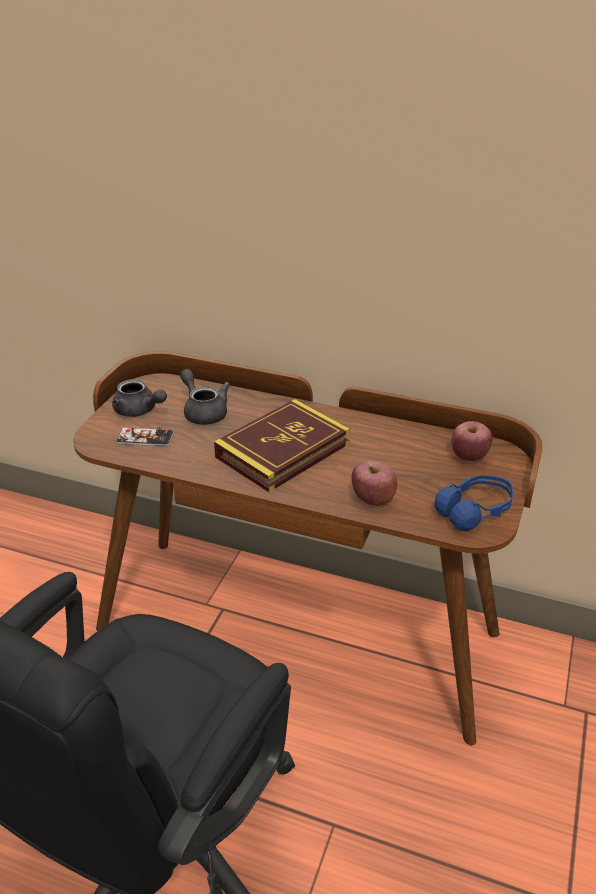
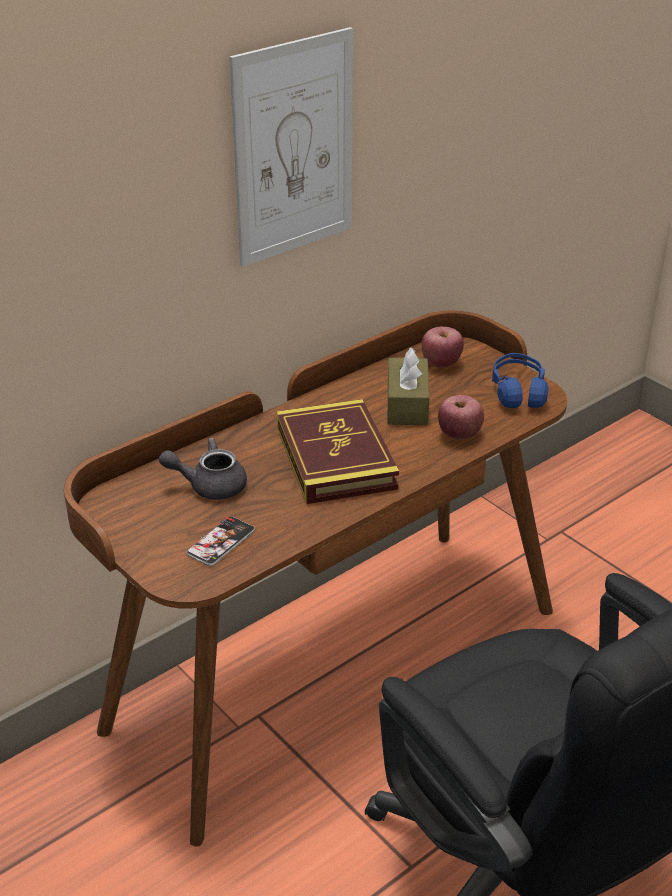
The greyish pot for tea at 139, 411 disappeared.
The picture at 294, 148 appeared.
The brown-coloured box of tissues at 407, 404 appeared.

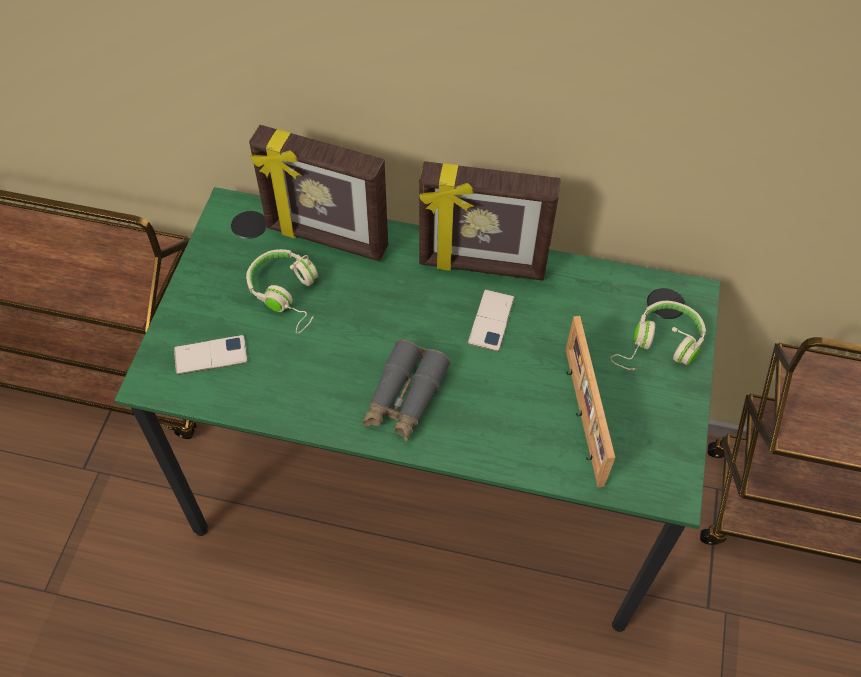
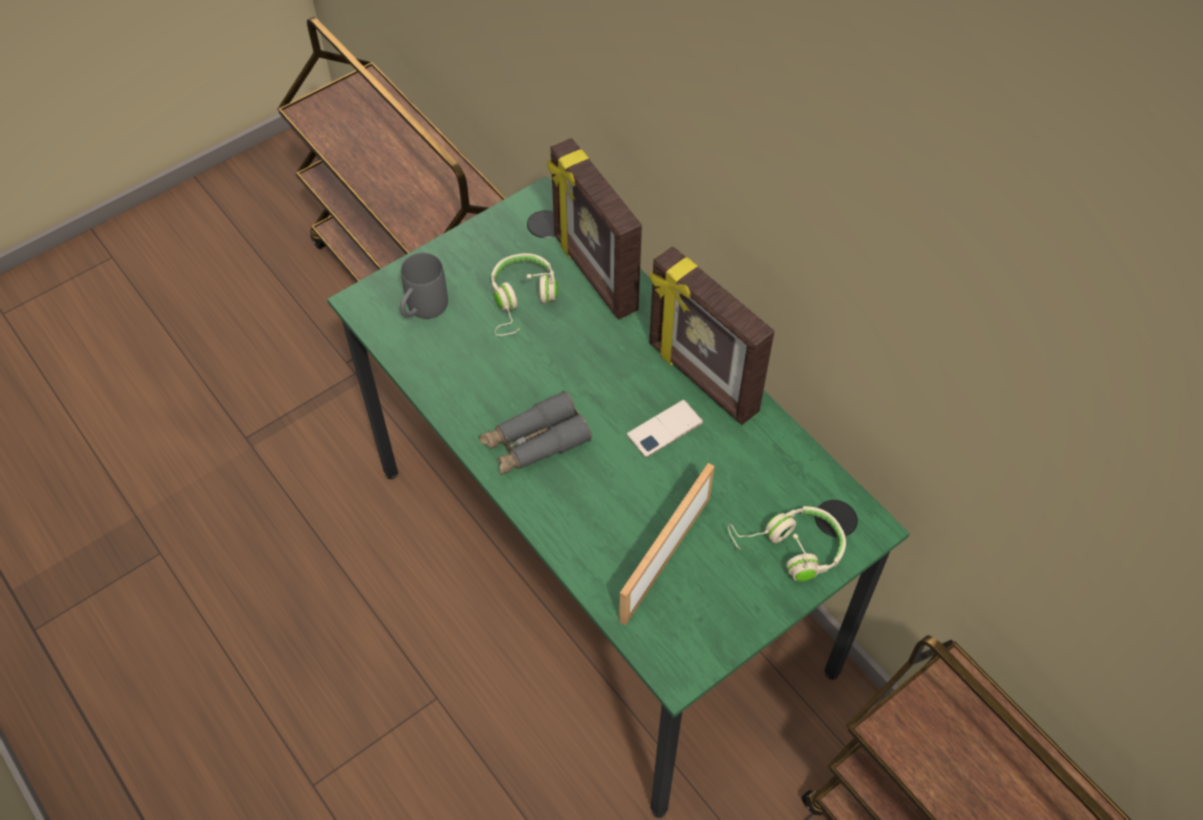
The handset at 211, 355 was replaced by the greyish tea mug at 422, 310.

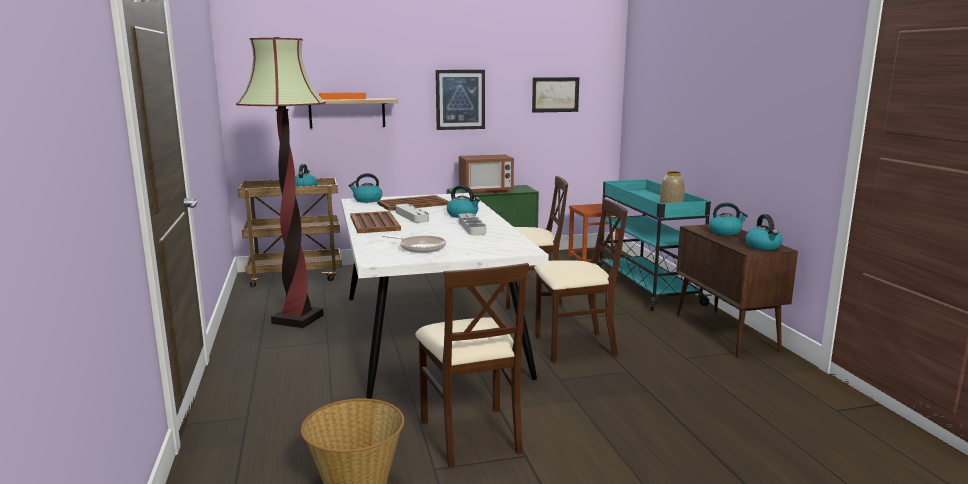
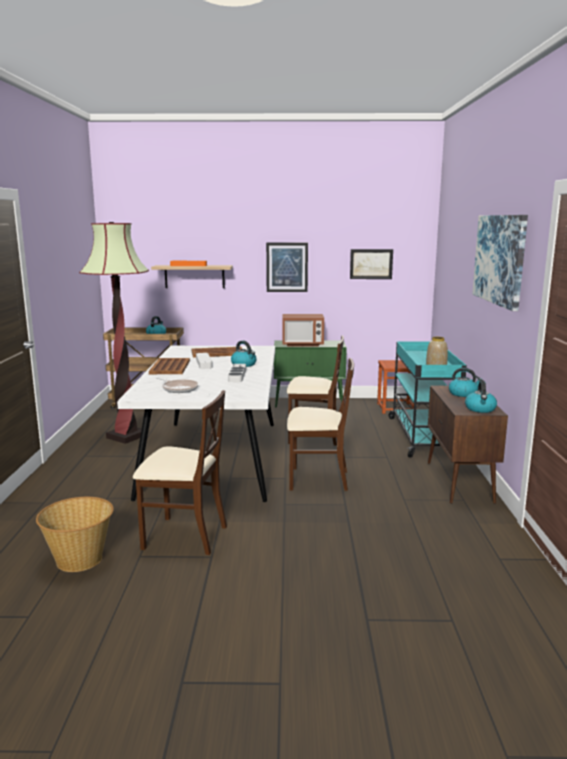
The water kettle at 367, 200 disappeared.
The beige-coloured chair at 471, 435 turned 75 degrees counterclockwise.
The picture at 500, 259 appeared.

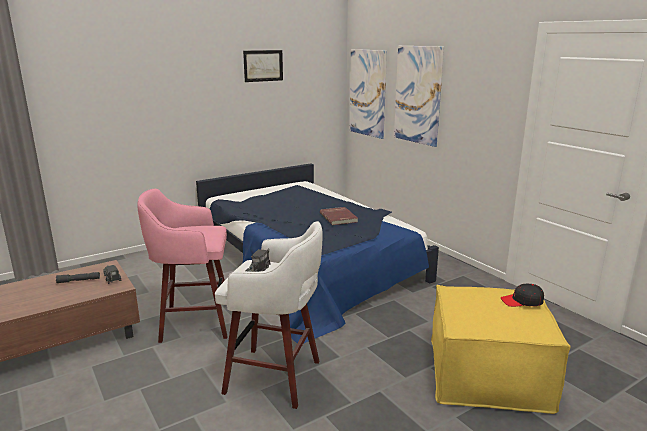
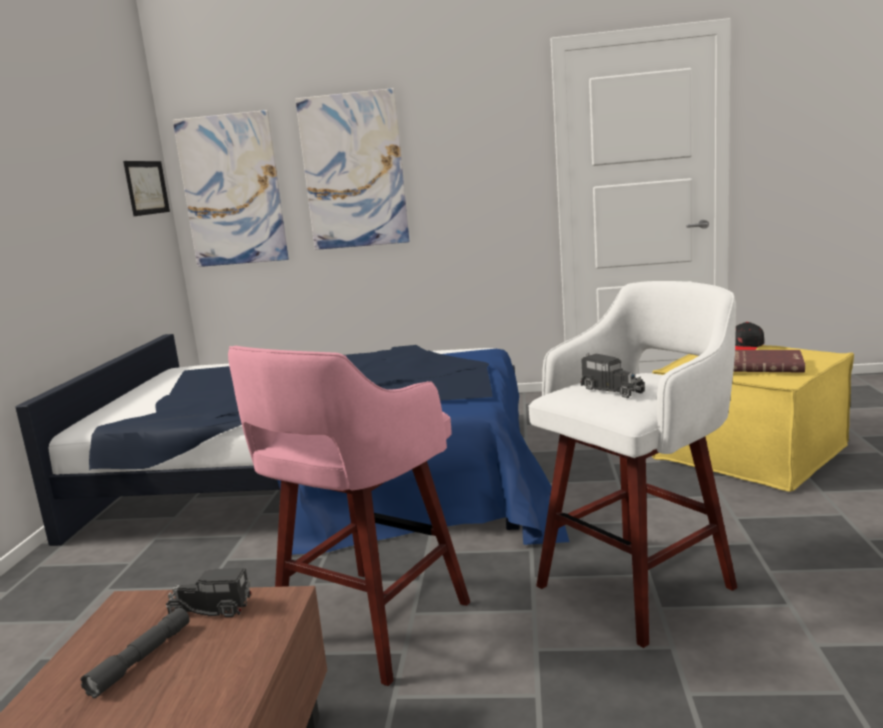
The picture moved from 263, 65 to 146, 187.
The red-coloured volume moved from 339, 217 to 762, 364.

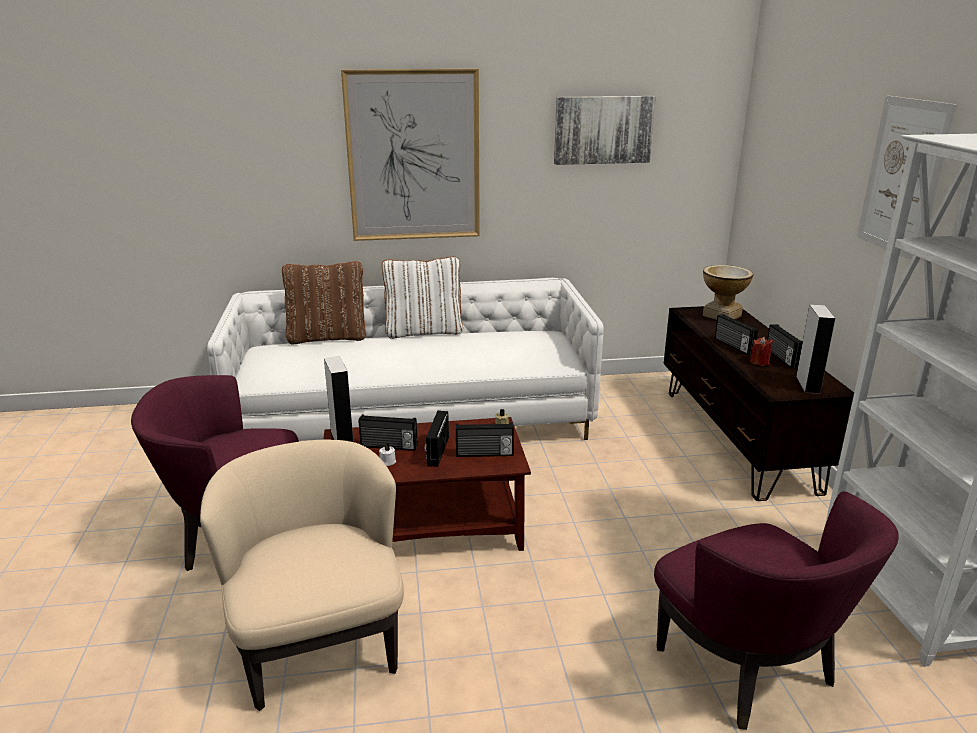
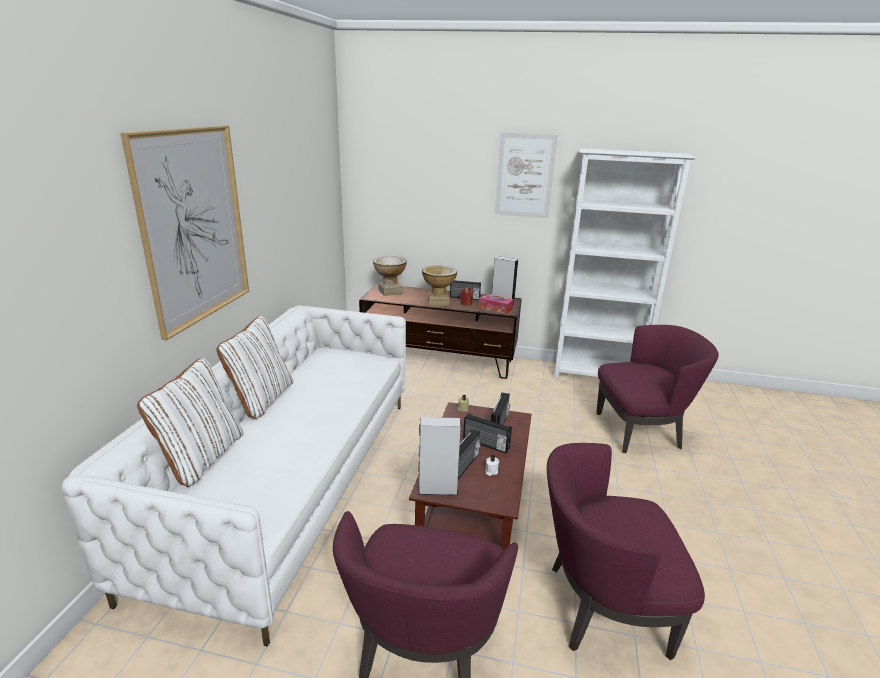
The beige-coloured easy chair at 319, 644 became the purple easy chair at 601, 607.
The brown-coloured pillow at 327, 337 became the white pillow at 201, 457.
The picture at 603, 130 disappeared.
The radio set at 733, 346 was replaced by the vase at 438, 302.
The box of tissues at 495, 308 appeared.

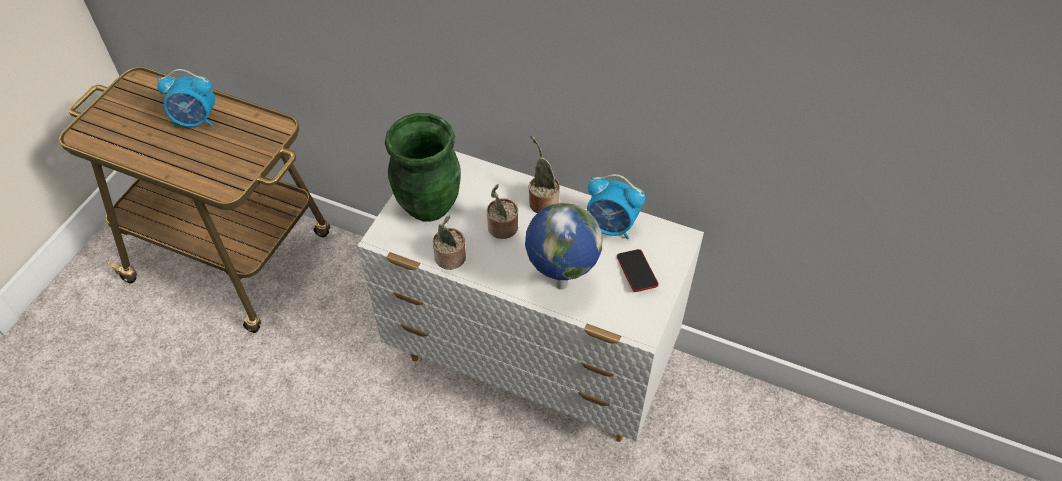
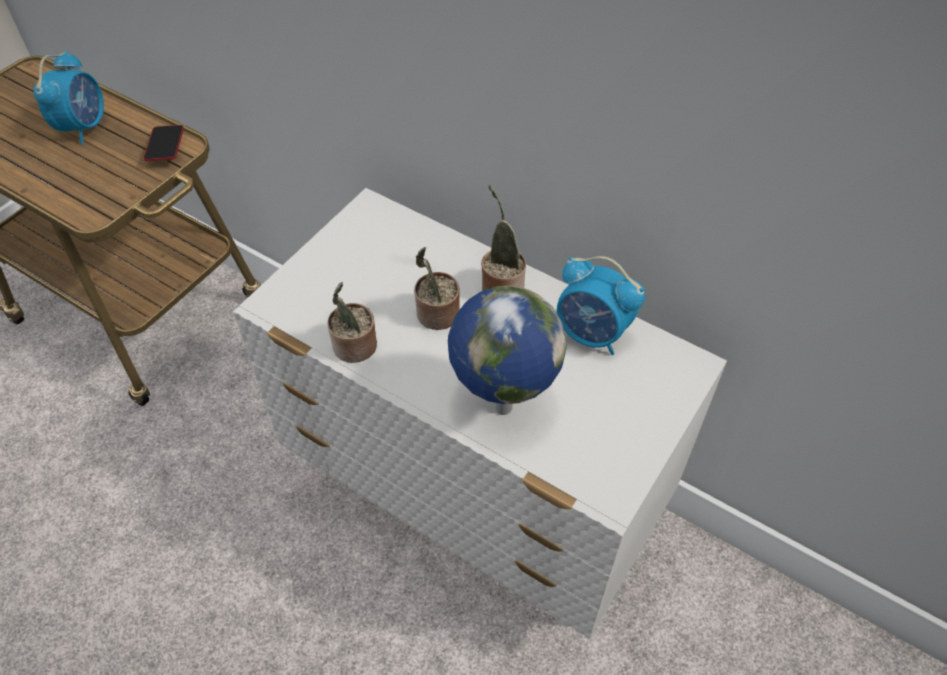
The bedside clock at 196, 121 turned 90 degrees counterclockwise.
The green vase at 429, 205 disappeared.
The handset moved from 636, 273 to 165, 147.

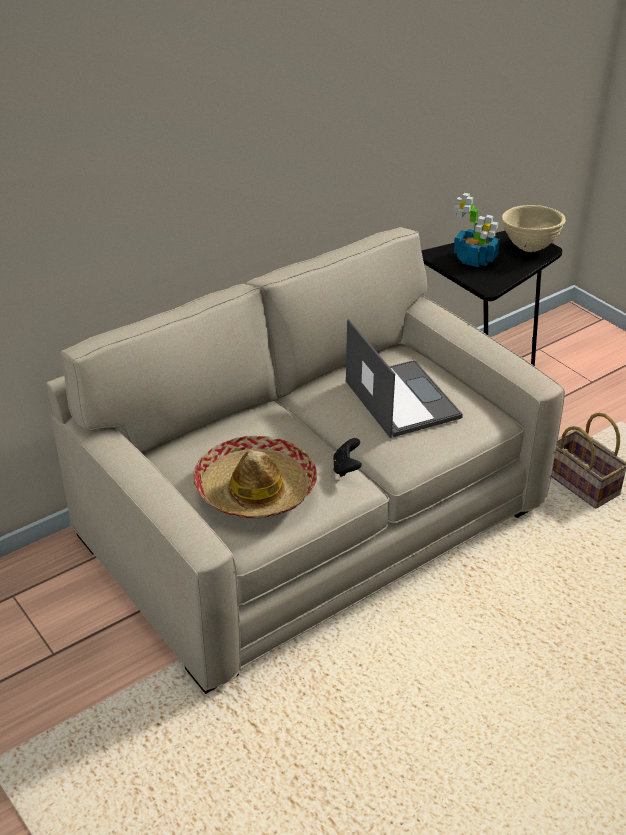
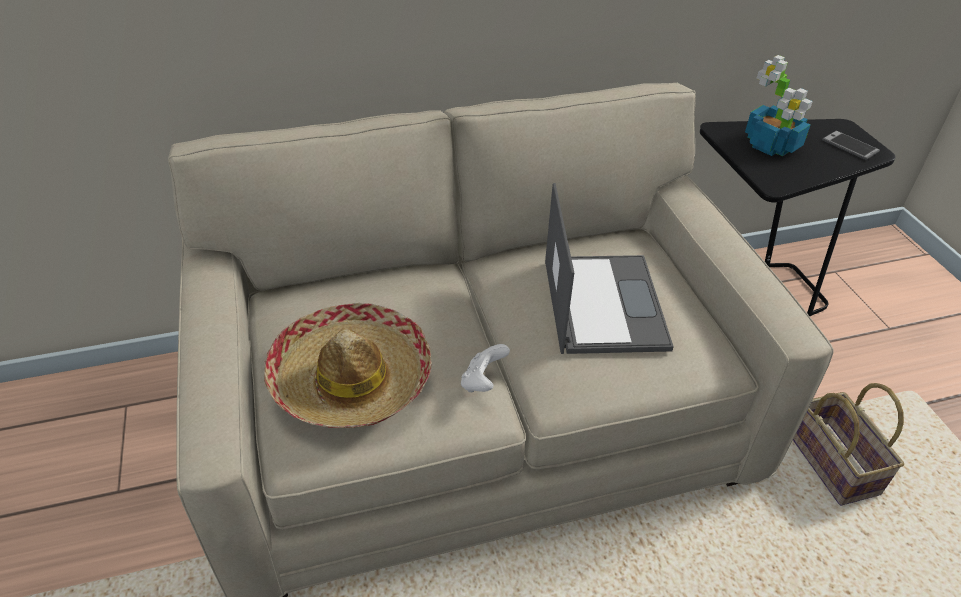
The blackish gamepad at 346, 468 became the white gamepad at 483, 382.
The beige-coloured serving bowl at 529, 248 was replaced by the handset at 850, 146.

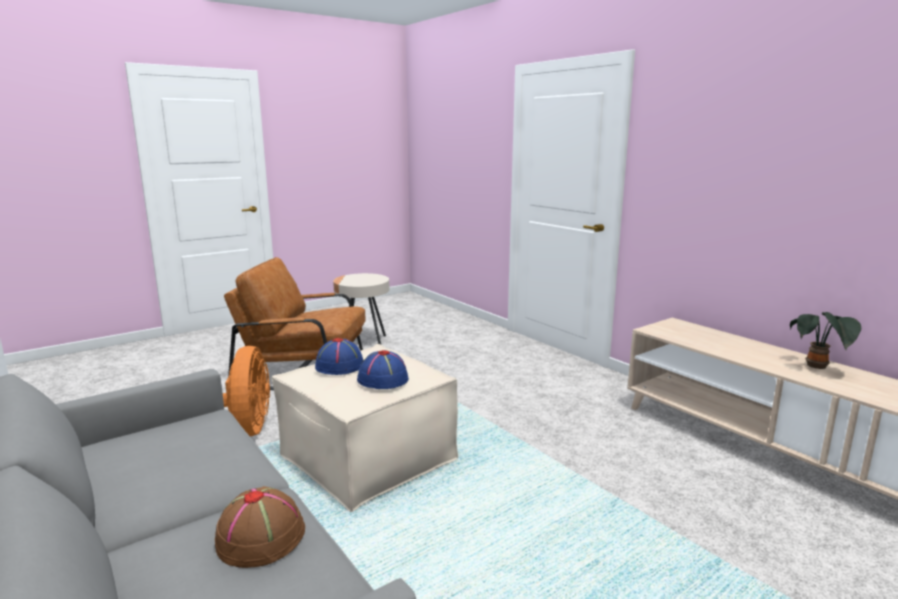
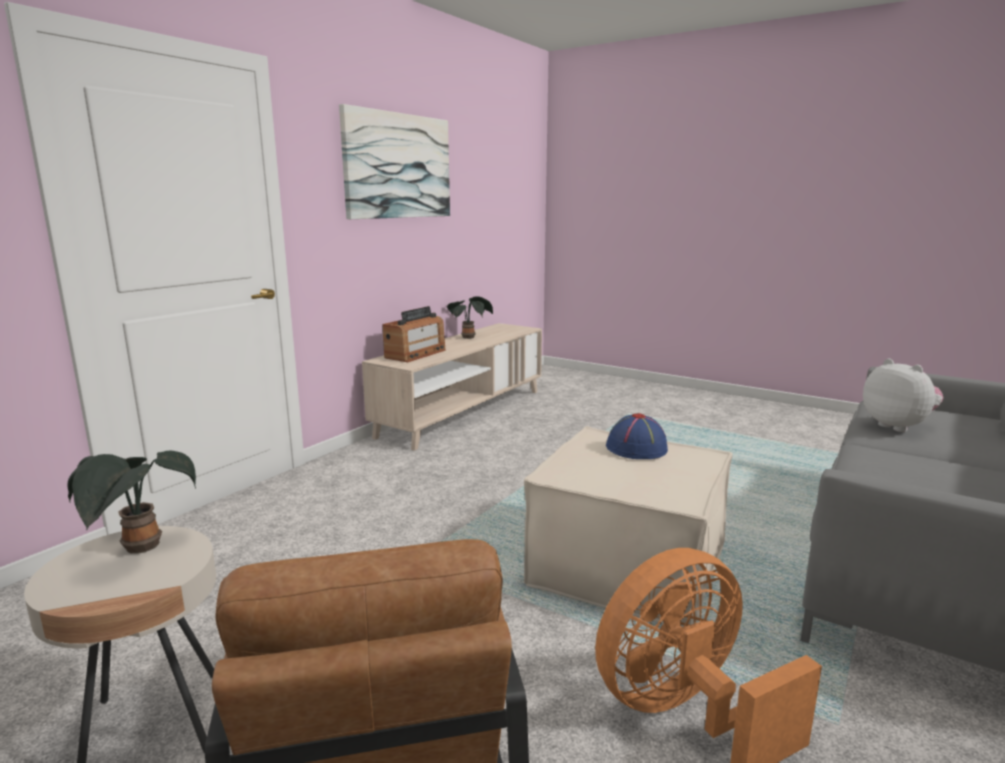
The brown-coloured wearable hat at 261, 537 was replaced by the soft toy at 897, 426.
The bluish wearable hat at 340, 366 disappeared.
The houseplant at 140, 549 appeared.
The picture at 398, 166 appeared.
The radio set at 415, 354 appeared.

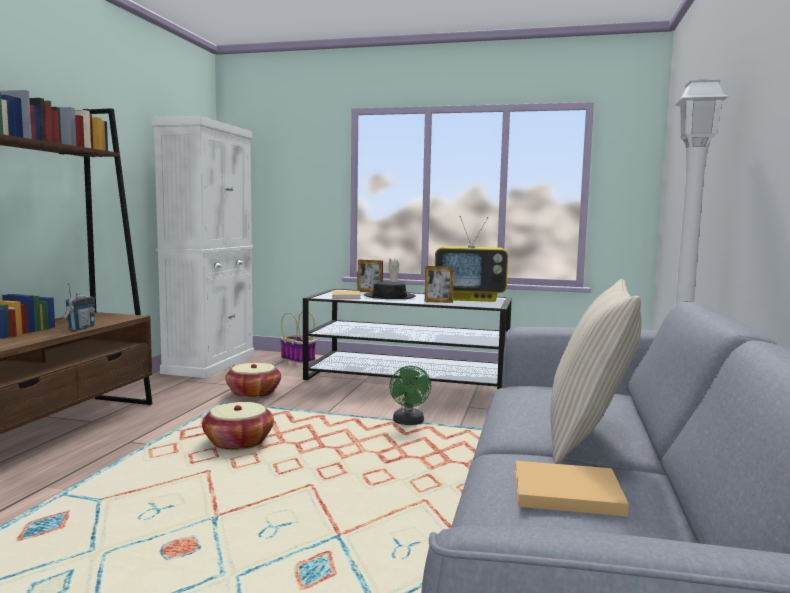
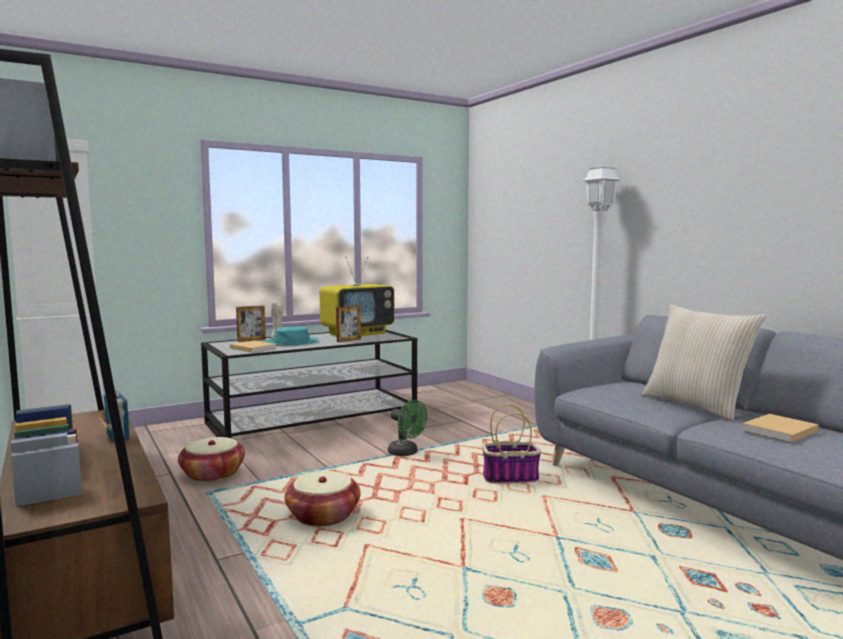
The basket moved from 298, 360 to 511, 478.
The blackish wearable hat at 389, 297 became the blue-green wearable hat at 291, 342.

